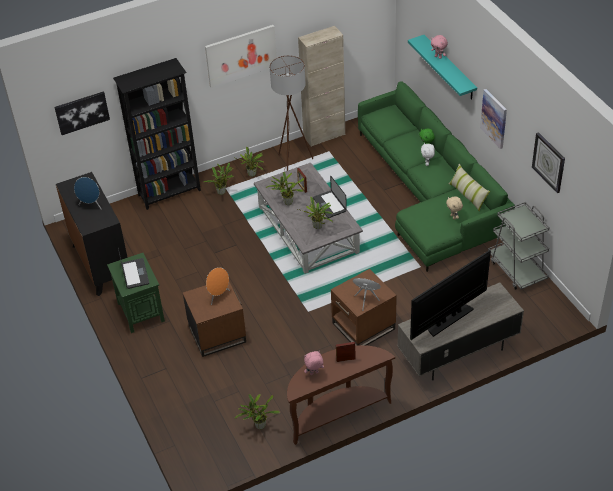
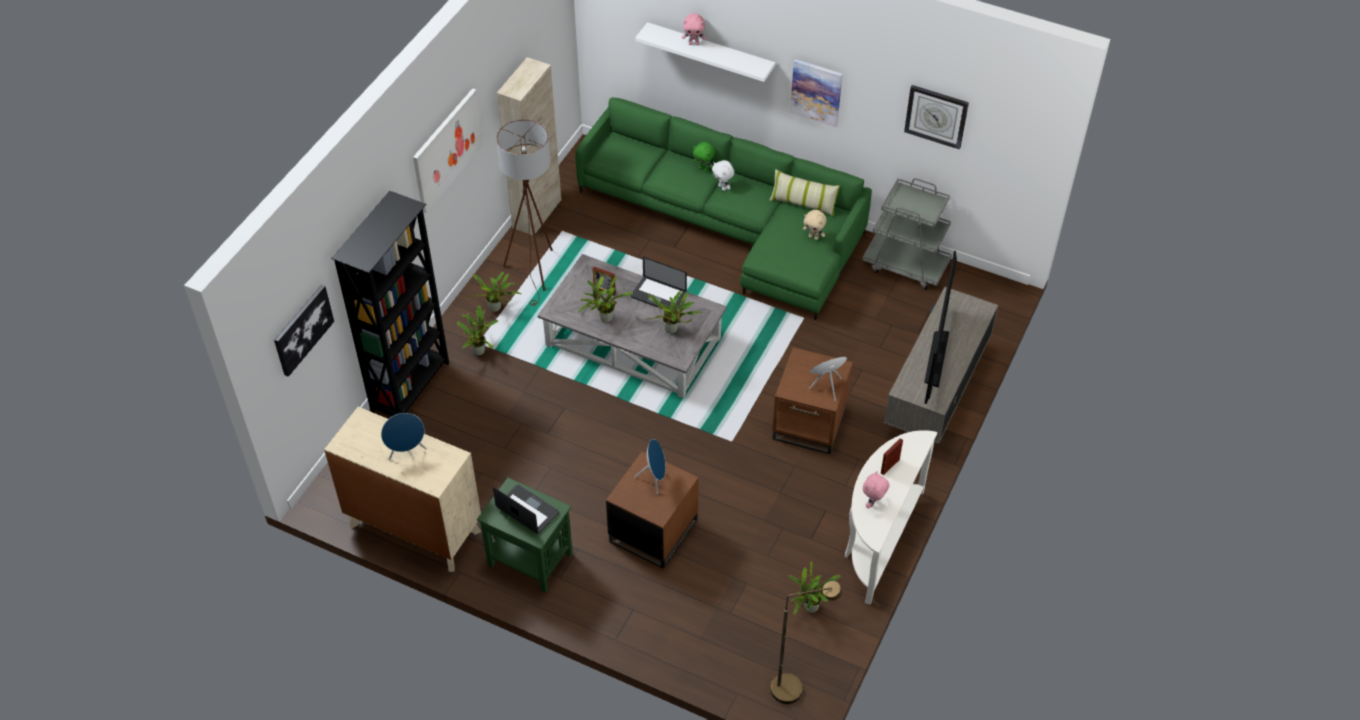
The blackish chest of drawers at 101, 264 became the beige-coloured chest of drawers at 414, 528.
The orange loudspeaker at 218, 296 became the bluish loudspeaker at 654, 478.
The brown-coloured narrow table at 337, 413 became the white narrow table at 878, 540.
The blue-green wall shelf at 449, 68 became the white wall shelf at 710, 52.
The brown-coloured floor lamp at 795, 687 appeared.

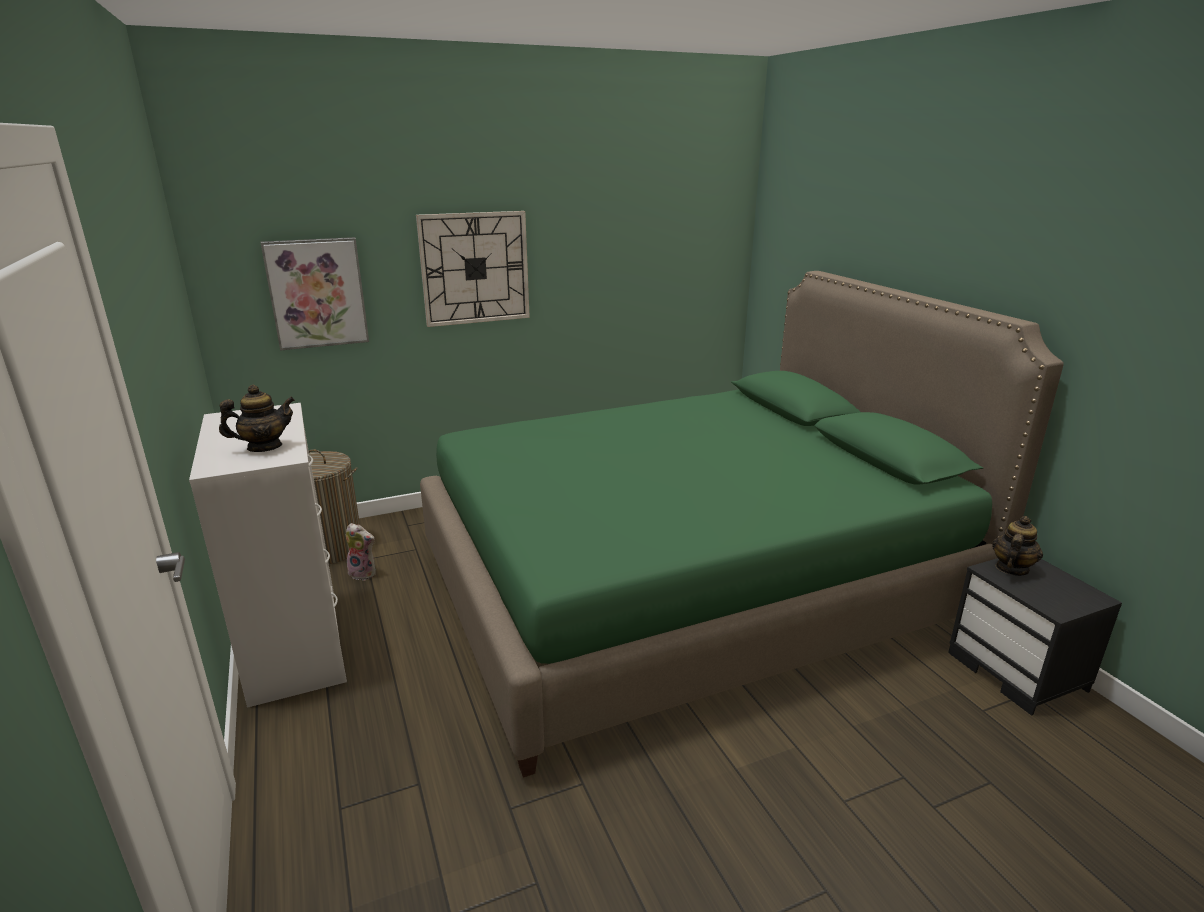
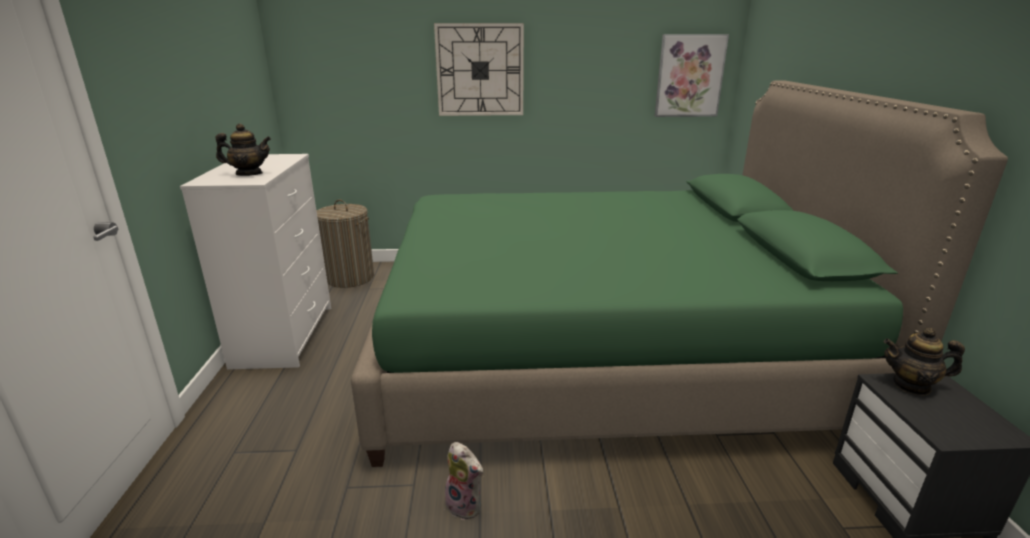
The picture moved from 317, 293 to 689, 76.
The soft toy moved from 364, 573 to 466, 505.
The pot for tea at 1011, 568 turned 135 degrees counterclockwise.

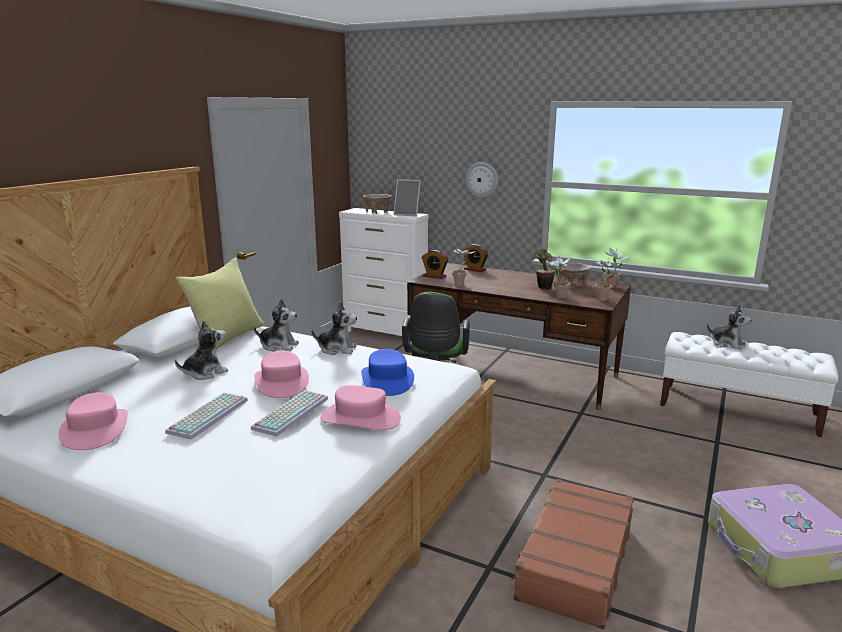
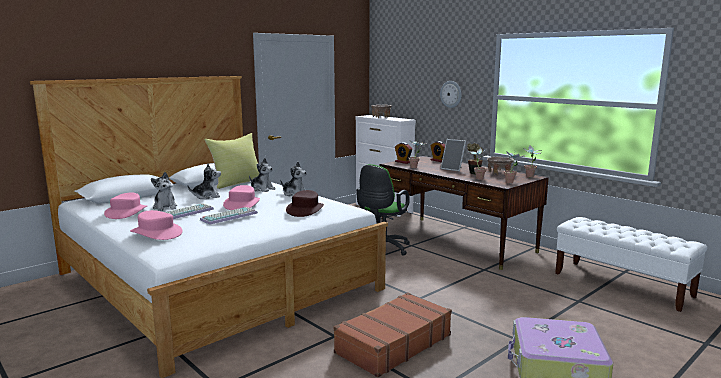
The pink wearable hat moved from 360, 418 to 156, 233.
The bluish wearable hat at 387, 380 became the brown-coloured wearable hat at 305, 210.
The standing frame moved from 408, 214 to 453, 169.
The soft toy moved from 727, 344 to 165, 207.

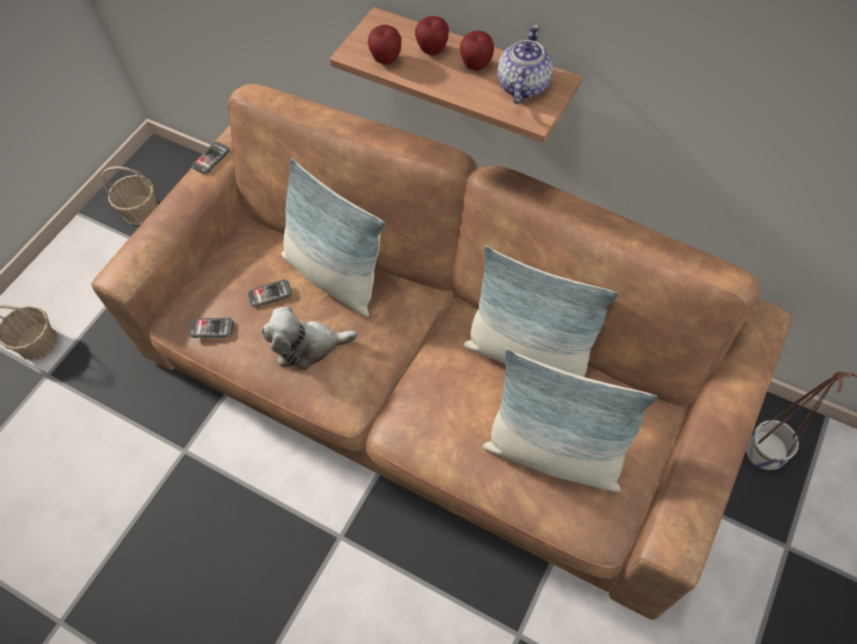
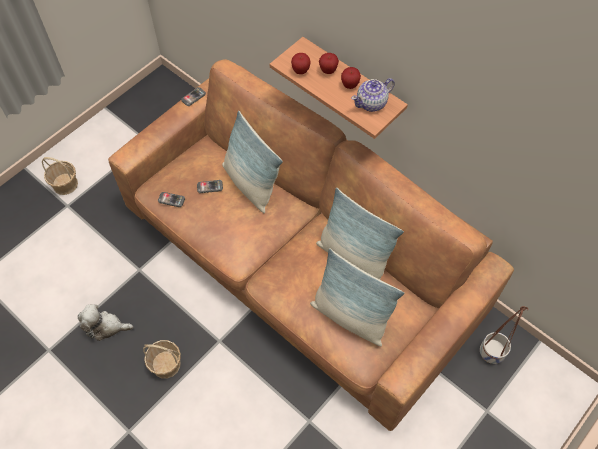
The basket moved from 141, 211 to 166, 365.
The soft toy moved from 308, 346 to 105, 327.
The pot for tea at 522, 86 turned 150 degrees counterclockwise.

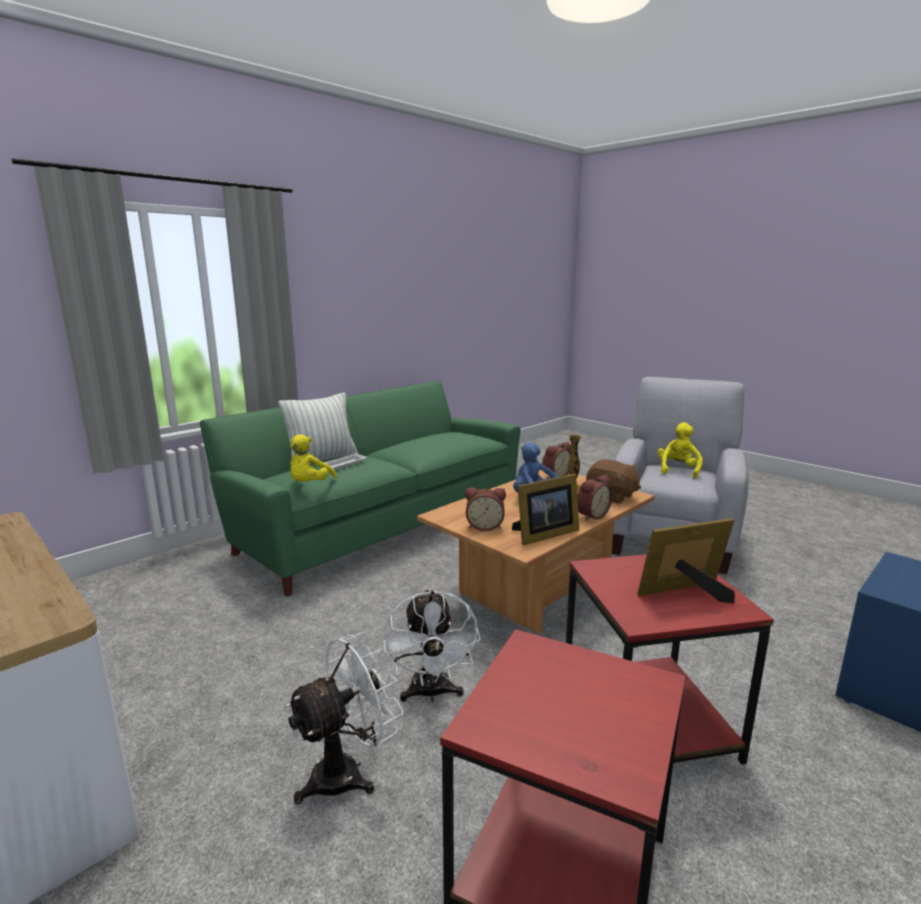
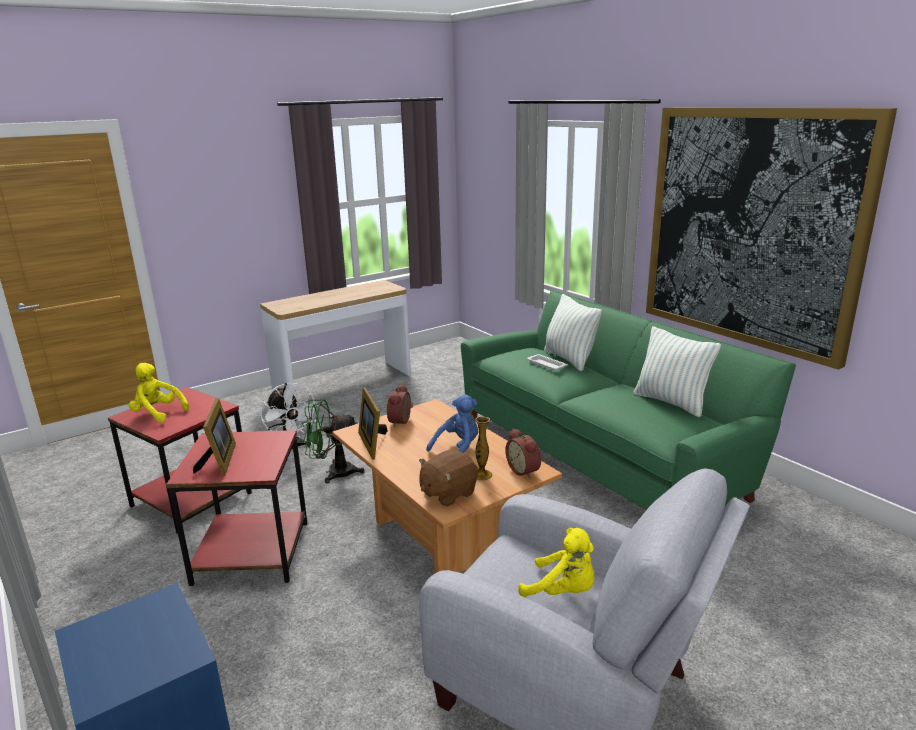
The yellowish soft toy moved from 310, 485 to 158, 413.
The white fan at 431, 693 became the green fan at 333, 472.
The bedside clock at 591, 515 disappeared.
The pillow at 671, 402 appeared.
The picture at 751, 228 appeared.

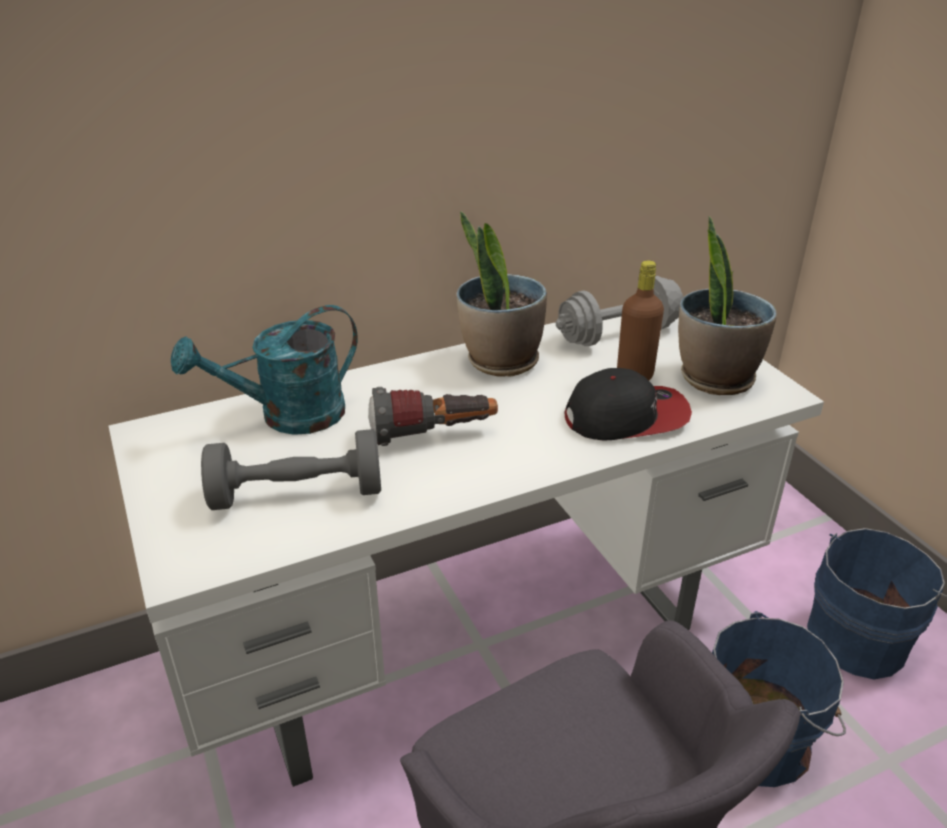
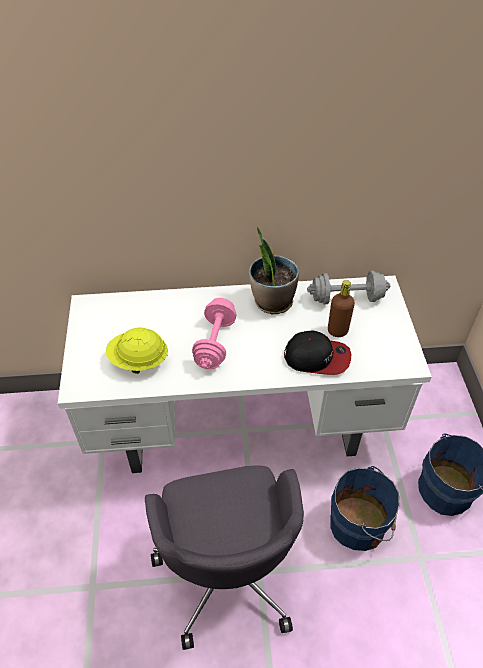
The blue-green watering can at 288, 417 disappeared.
The greyish free weight at 297, 494 was replaced by the yellowish hard hat at 138, 361.
The flashlight at 434, 435 was replaced by the pink free weight at 215, 343.
The houseplant at 714, 378 disappeared.

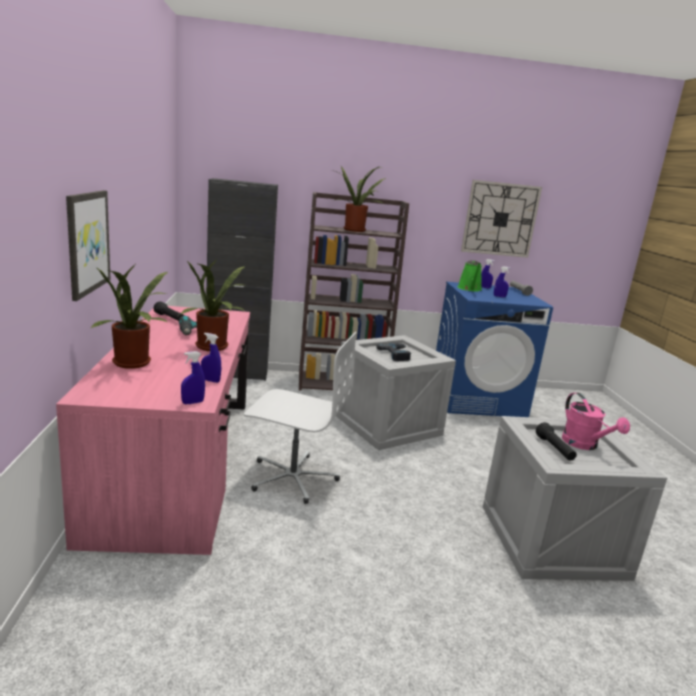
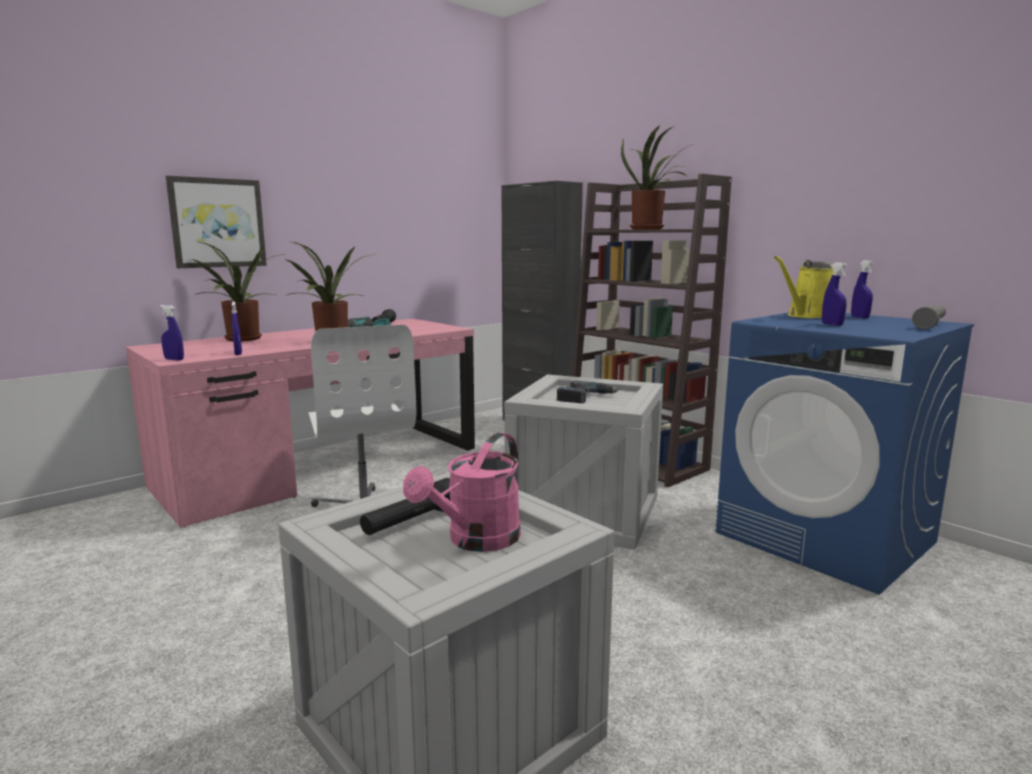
The green watering can at 470, 289 became the yellowish watering can at 809, 316.
The hanging clock at 500, 219 disappeared.

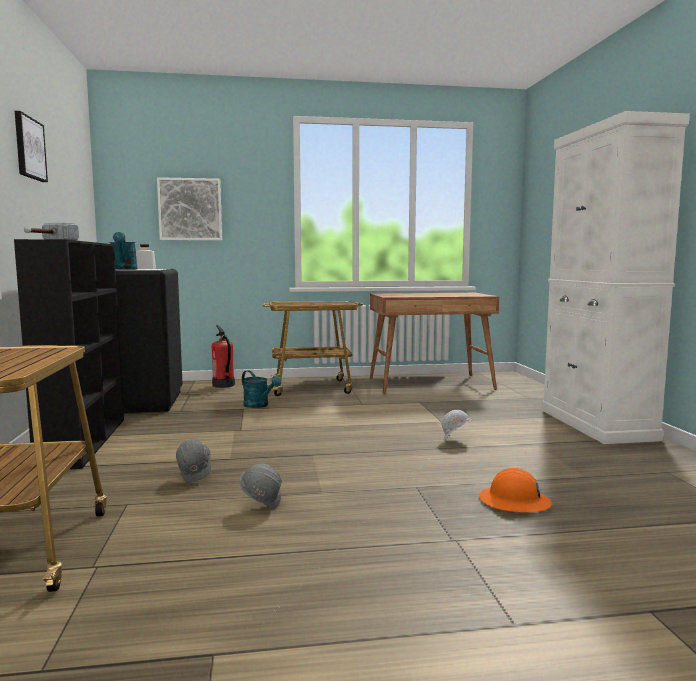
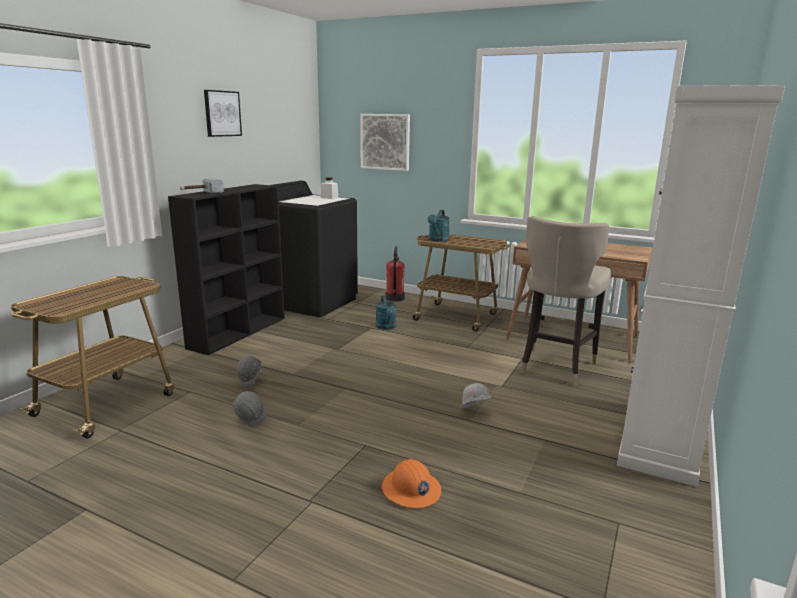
The blue-green watering can moved from 124, 269 to 438, 240.
The beige-coloured stool seat at 555, 366 appeared.

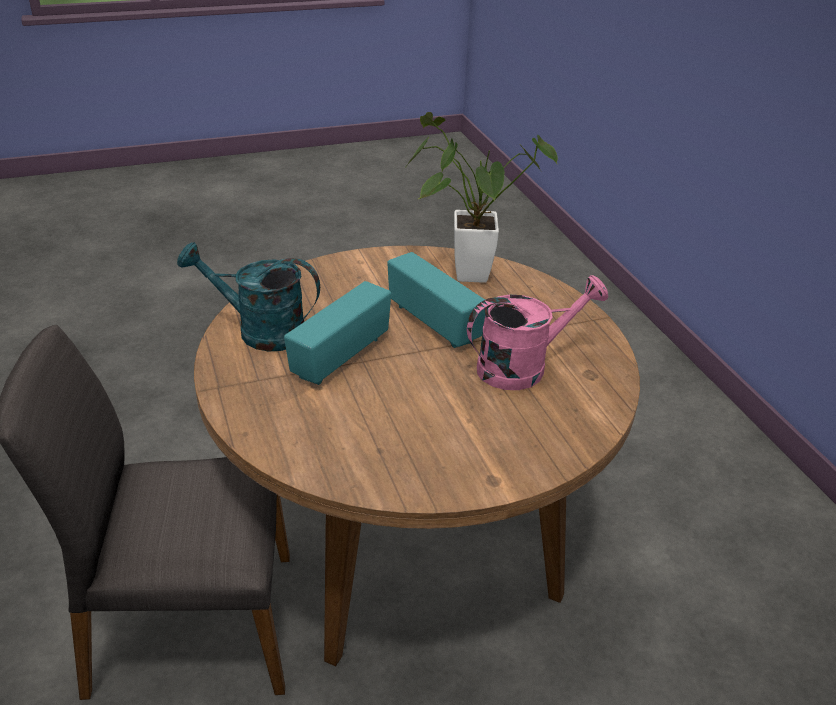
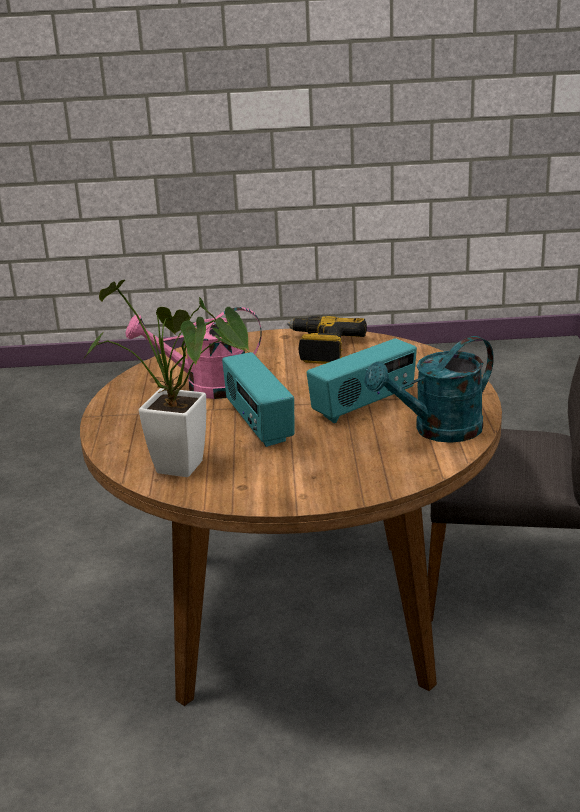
The blue-green watering can at 260, 331 turned 120 degrees clockwise.
The drill at 321, 348 appeared.

